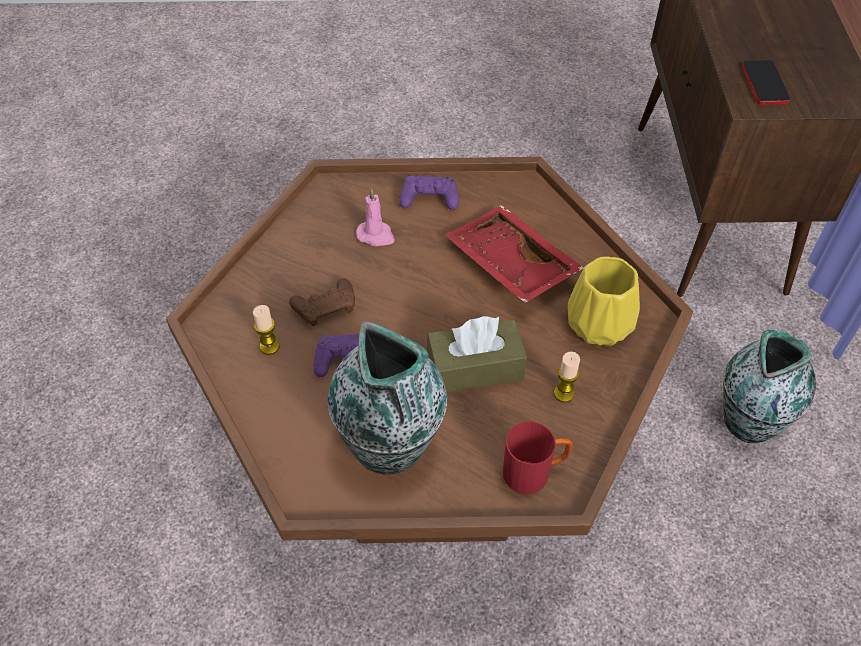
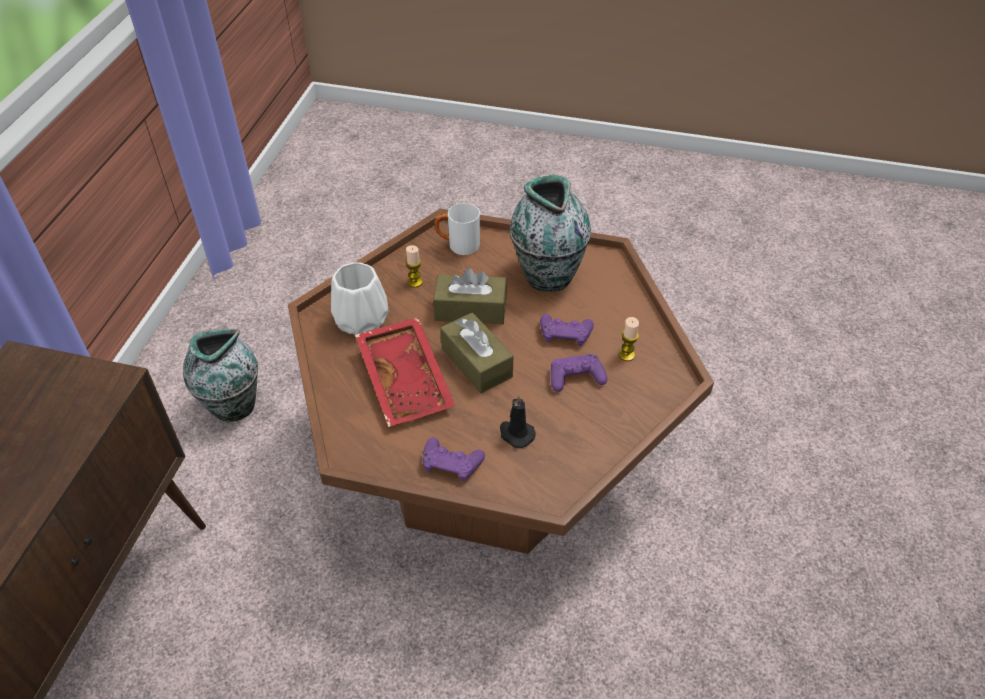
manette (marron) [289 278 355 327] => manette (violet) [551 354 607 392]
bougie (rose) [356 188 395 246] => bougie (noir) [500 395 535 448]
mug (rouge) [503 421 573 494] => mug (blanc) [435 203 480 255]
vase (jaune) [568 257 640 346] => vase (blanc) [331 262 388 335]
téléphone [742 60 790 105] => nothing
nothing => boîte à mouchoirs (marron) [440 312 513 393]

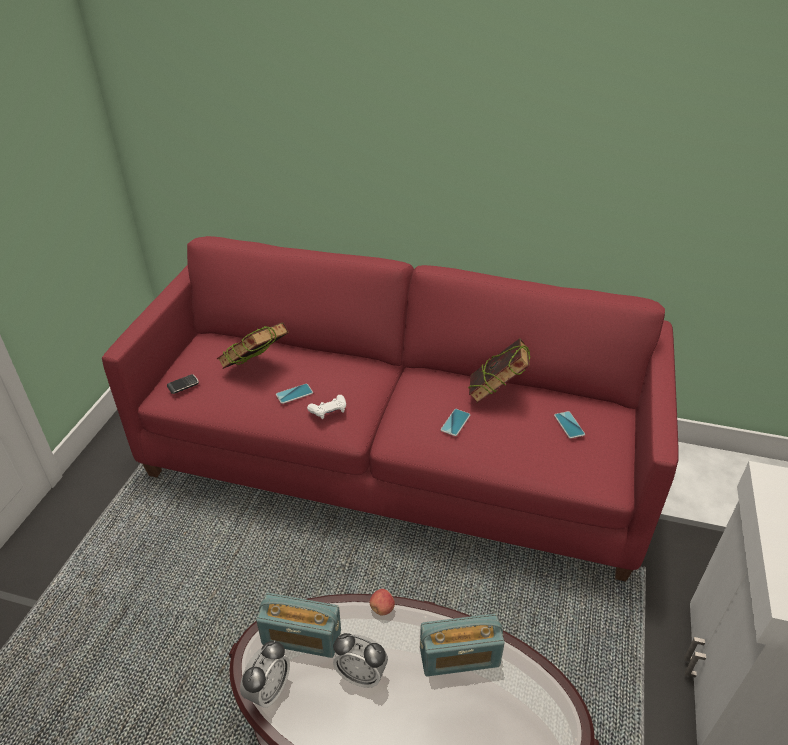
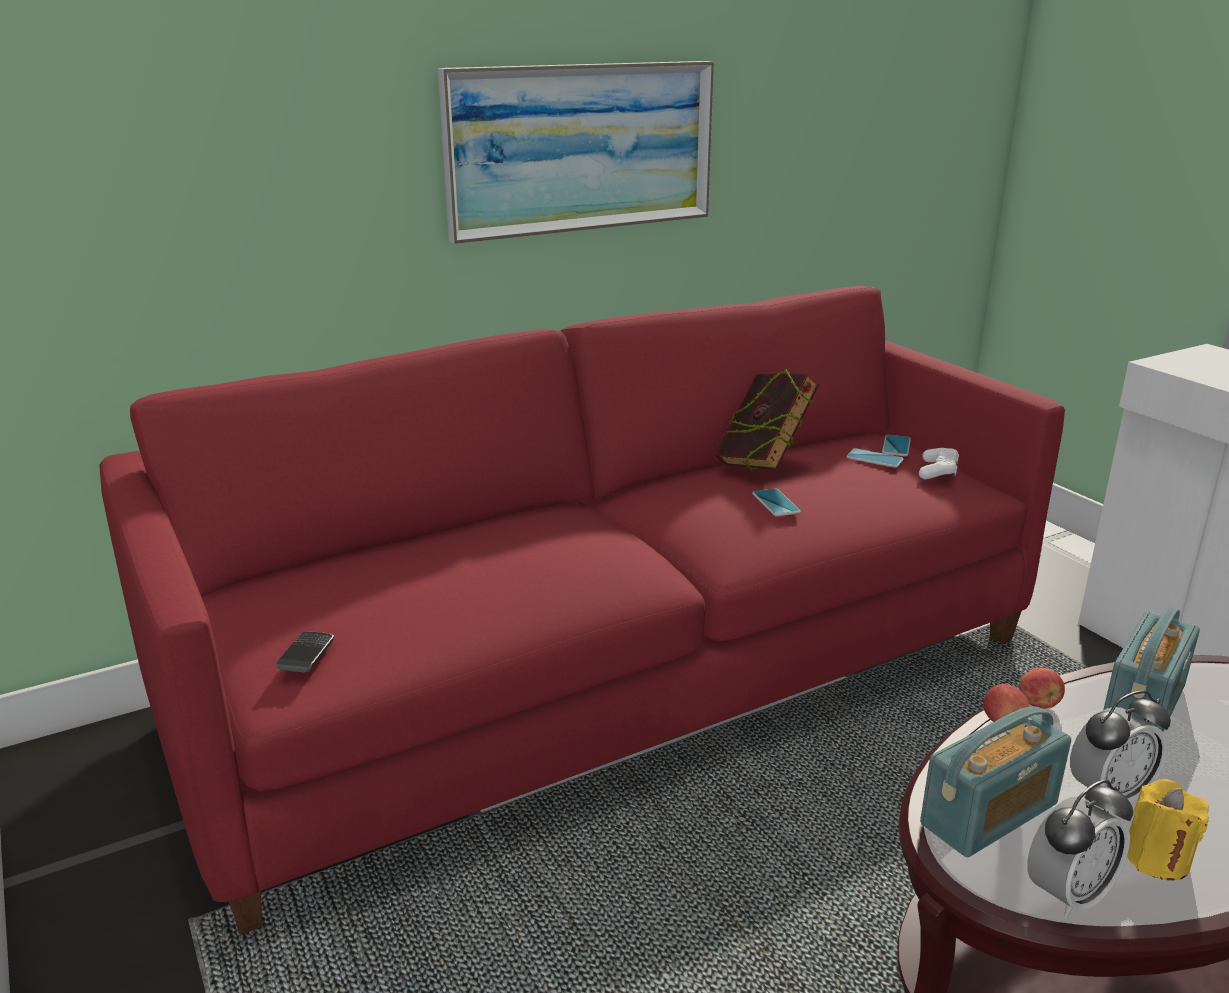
livre [217 322 289 369] => nothing
réveil [240 640 290 708] => réveil [1027 780 1133 919], 75 degrees clockwise
téléphone [276 384 313 404] => téléphone [882 435 911 456], move
manette (blanc) [307 395 346 419] => manette (blanc) [919 448 959 479], move
nothing => tableau [438 61 714 244]
nothing => pomme [1019 668 1065 709]
nothing => bougie (jaune) [1127 779 1209 880]

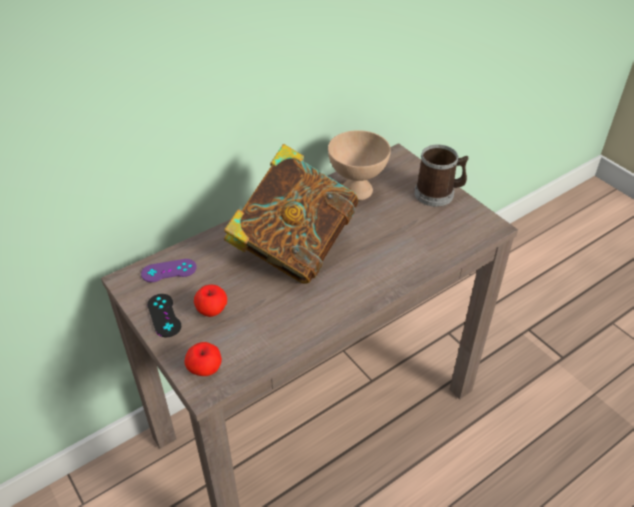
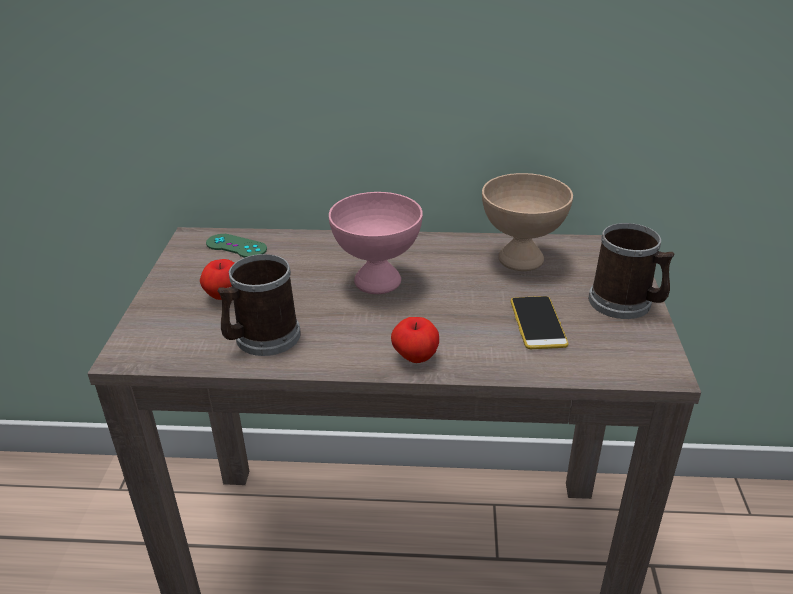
manette (violet) [141 259 197 282] => manette (vert) [206 234 267 258]
manette (noir) [147 294 181 337] => nothing
pomme [184 342 222 376] => pomme [391 317 439 363], move
livre [224 144 358 284] => bol (rose) [329 192 423 294]
nothing => mug [217 254 301 356]
nothing => téléphone [510 296 569 349]

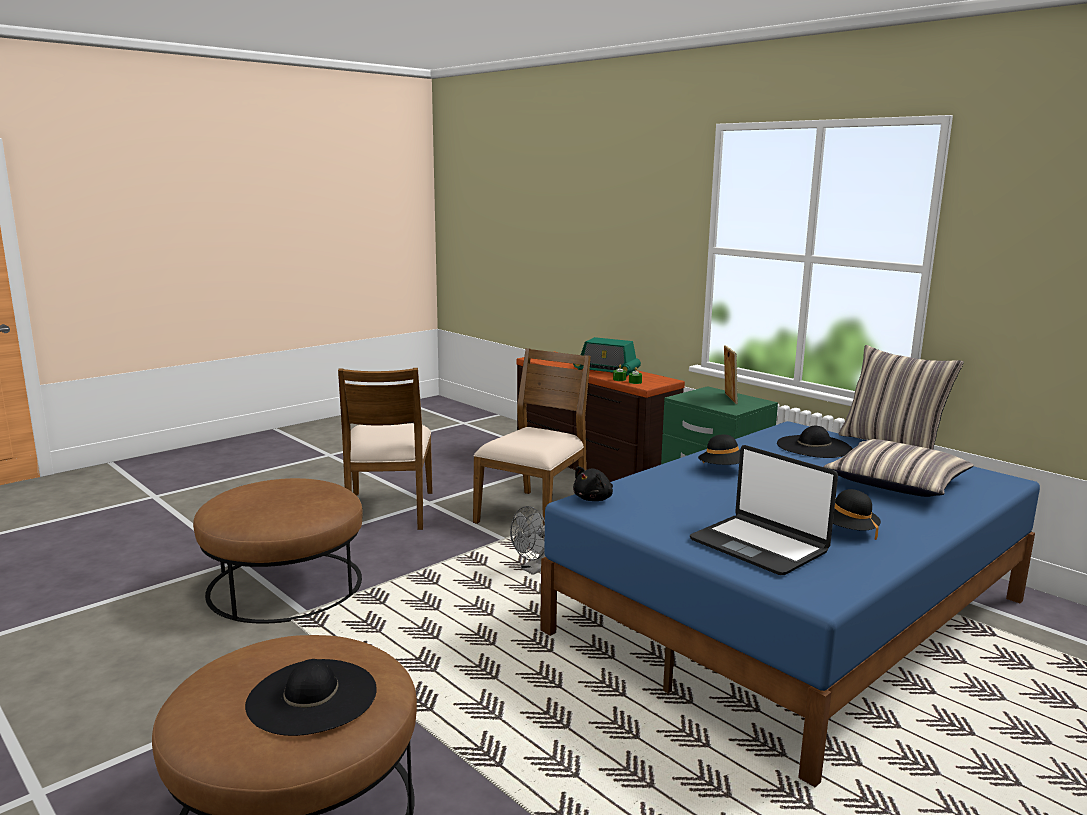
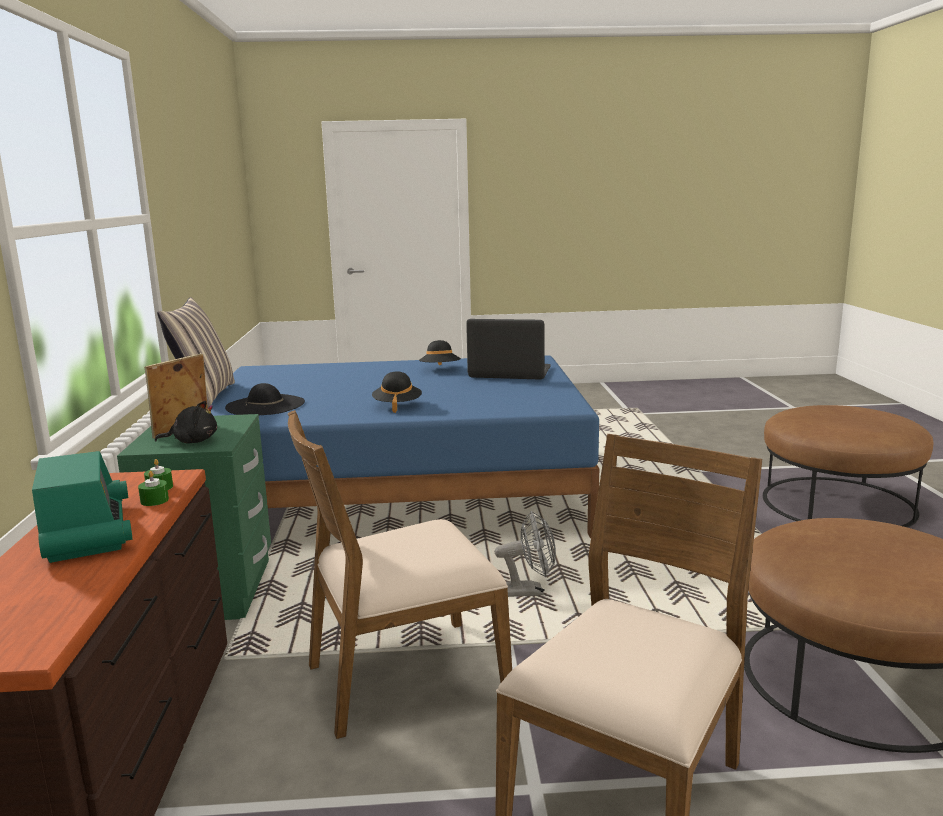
chapeau (noir) [245 659 377 736] => nothing
peluche (noir) [573 466 613 501] => peluche (noir) [155 401 217 444], move
ordinateur portable [690 445 838 575] => ordinateur portable [466 319 551 380], 75 degrees counterclockwise
coussin [823 439 974 497] => nothing

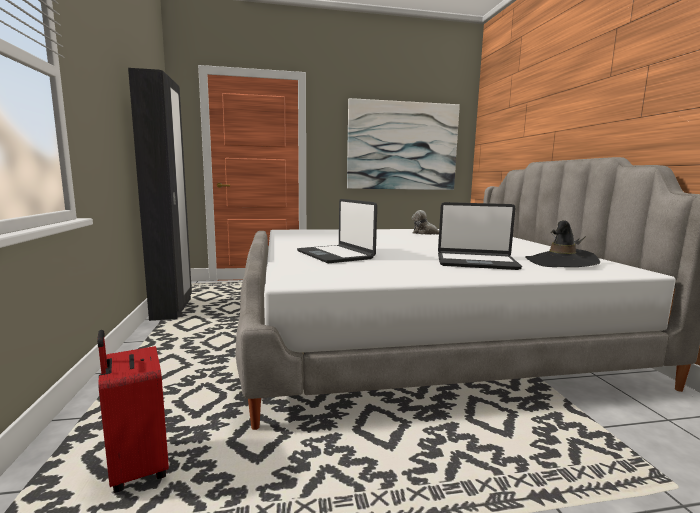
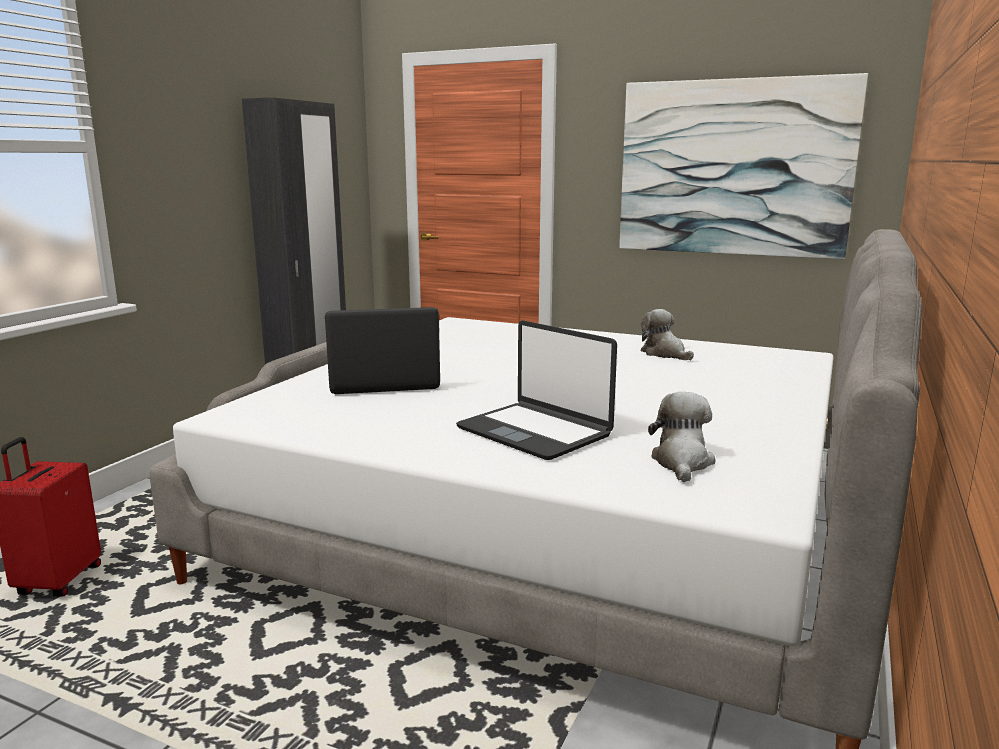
ordinateur portable [297 199 377 263] => ordinateur portable [325 307 440 394], 75 degrees clockwise
chapeau (noir) [525 220 600 267] => peluche [648 392 716 482]

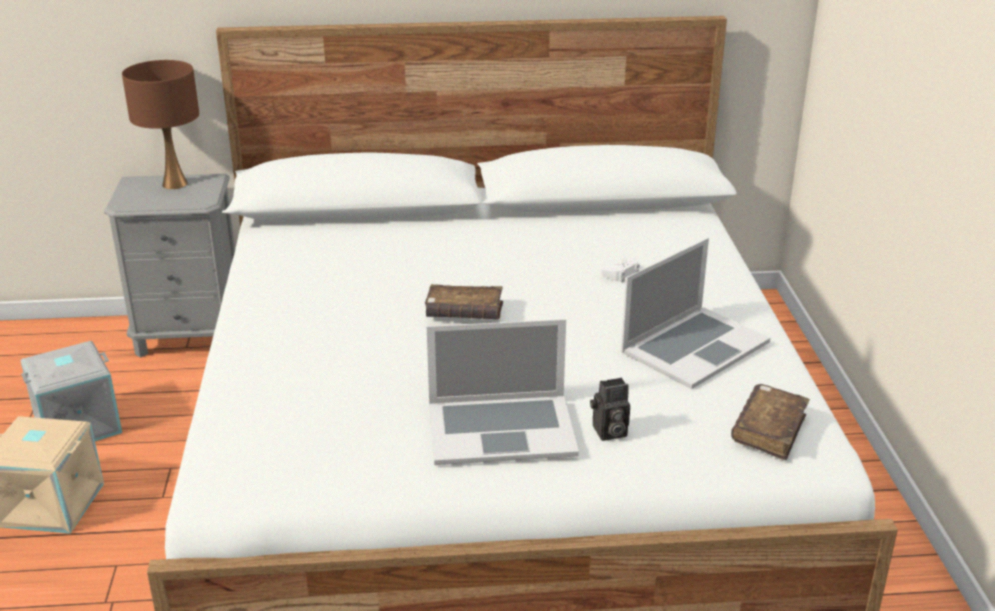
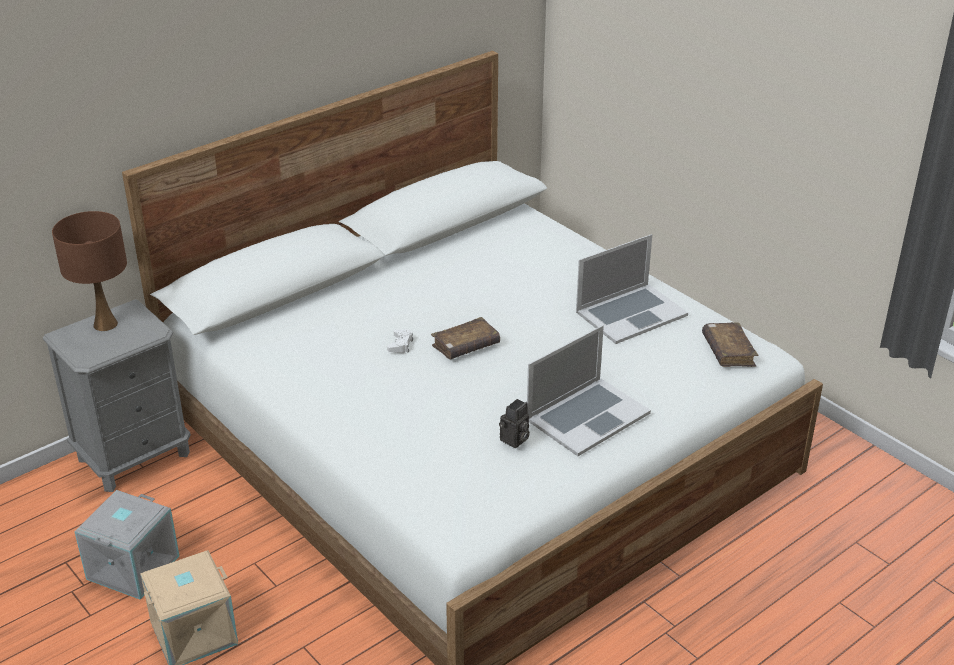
appareil photo [590 378 630 441] => appareil photo [499 399 530 448], move
manette (blanc) [601 257 640 282] => manette (blanc) [387 329 413 353], move
ordinateur portable [621 238 770 389] => ordinateur portable [576 234 688 344], 45 degrees clockwise

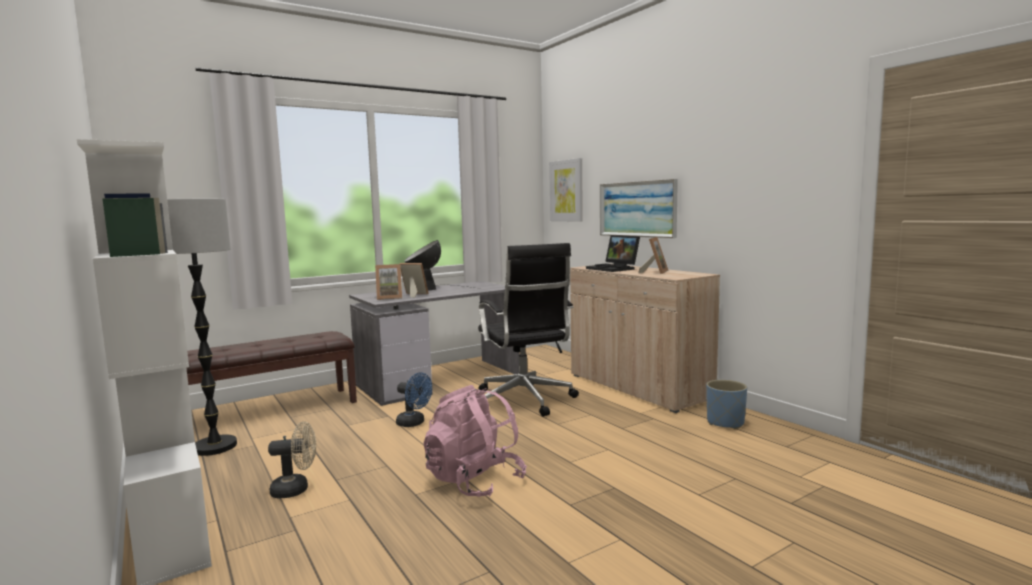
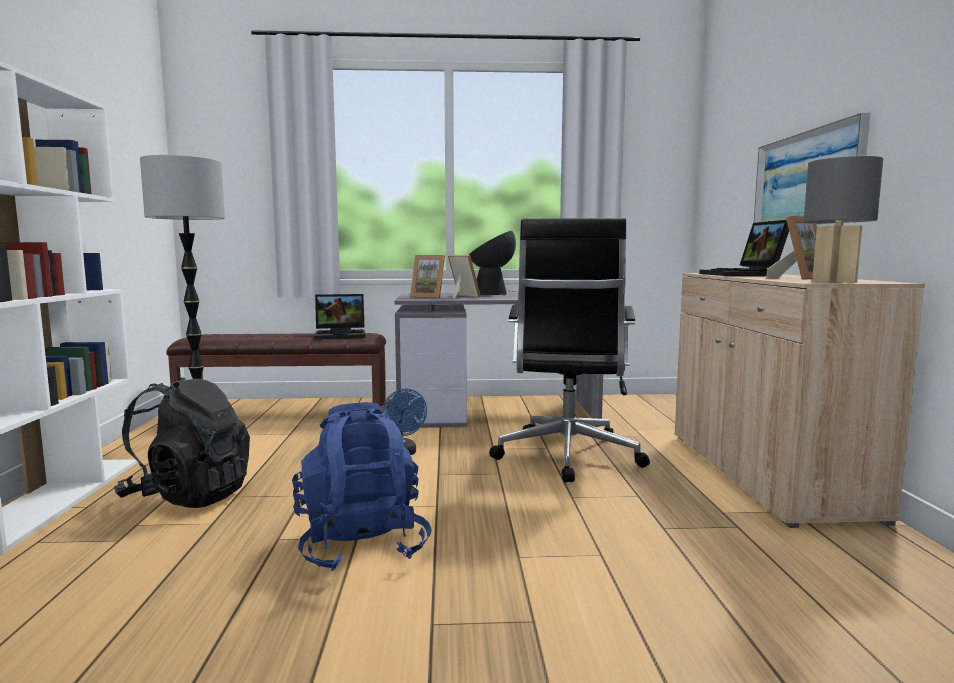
ventilateur (beige) [268 422 316 499] => sac à dos (noir) [114 377 250 508]
sac à dos (rose) [423 385 527 497] => sac à dos (bleu) [292 402 432 571]
tableau [549 158 583 222] => nothing
cache-pot (bleu) [706 380 747 429] => nothing
nothing => ordinateur portable [314 294 365 339]
nothing => lampe de table (gris) [804 156 883 283]

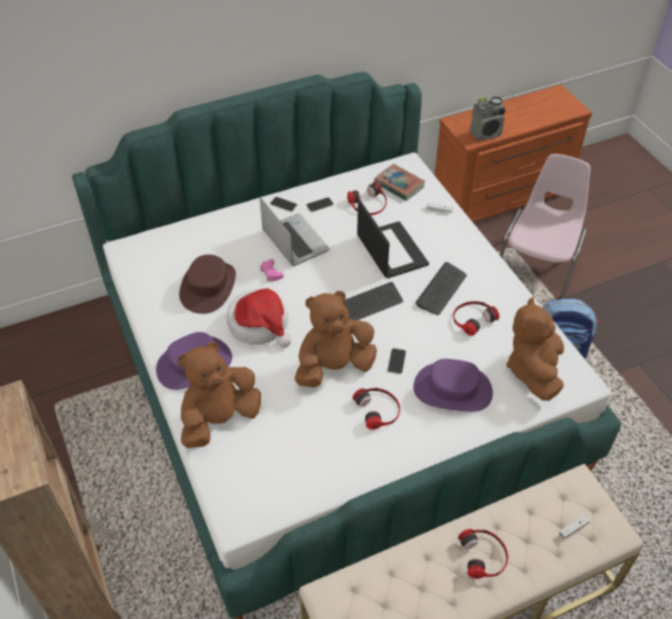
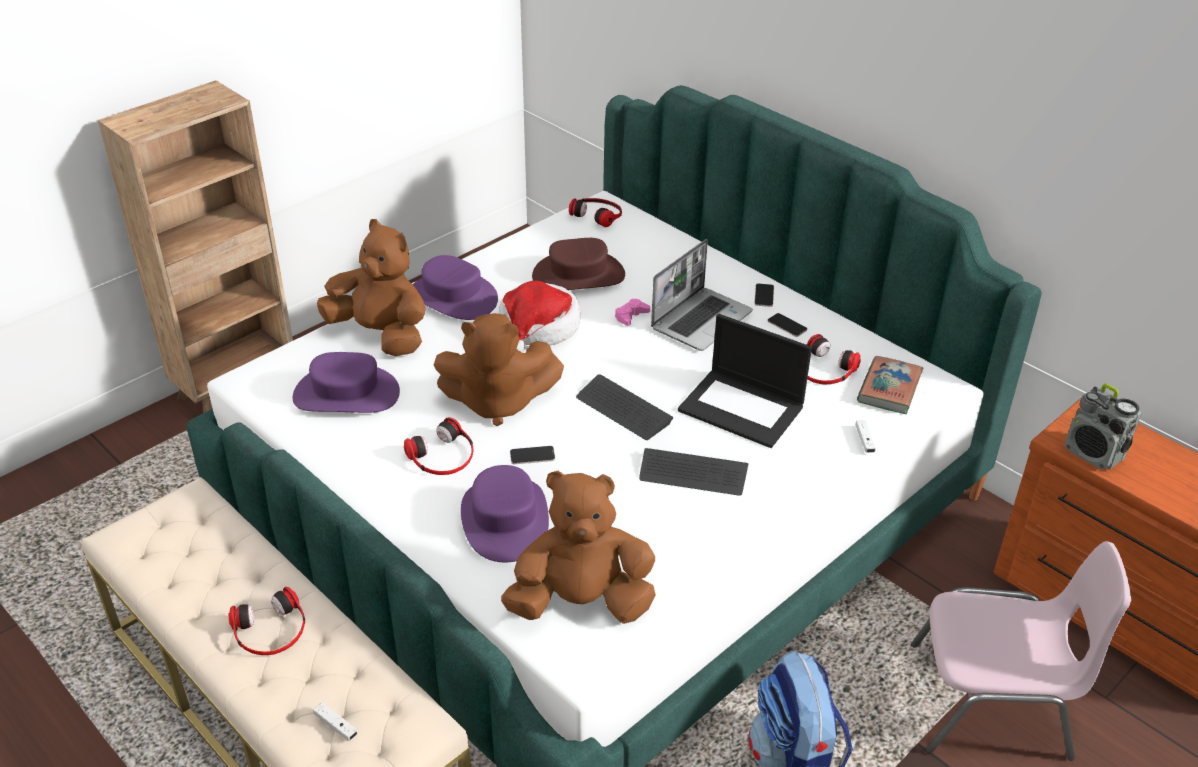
peluche (marron) [294 291 377 387] => peluche (marron) [433 313 564 426], 135 degrees clockwise
ordinateur portable [357 200 429 279] => ordinateur portable [678 314 812 448], 75 degrees clockwise
casque audio [453 301 499 336] => casque audio [569 198 622 227], move
nothing => chapeau (violet) [293 352 400 413]

